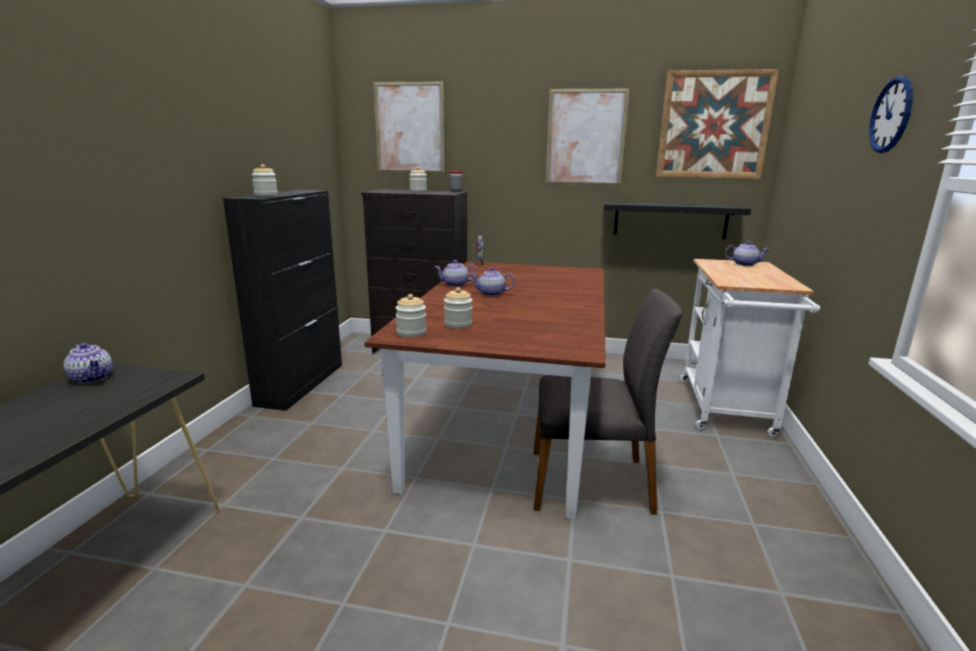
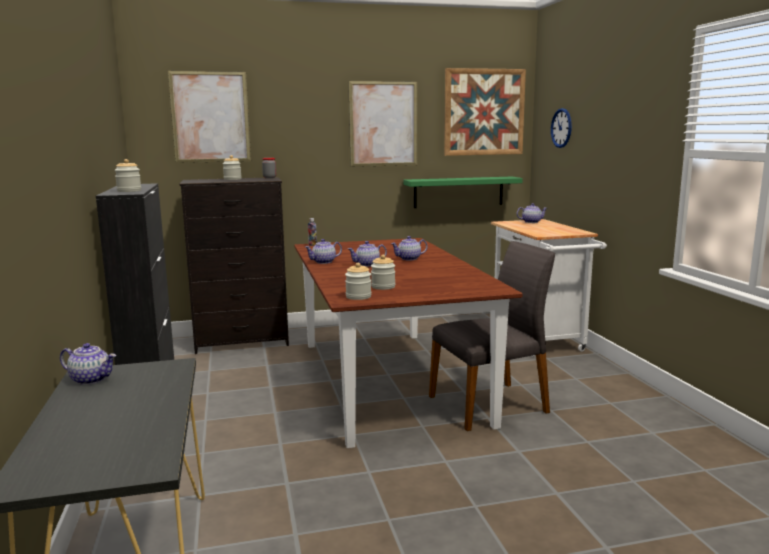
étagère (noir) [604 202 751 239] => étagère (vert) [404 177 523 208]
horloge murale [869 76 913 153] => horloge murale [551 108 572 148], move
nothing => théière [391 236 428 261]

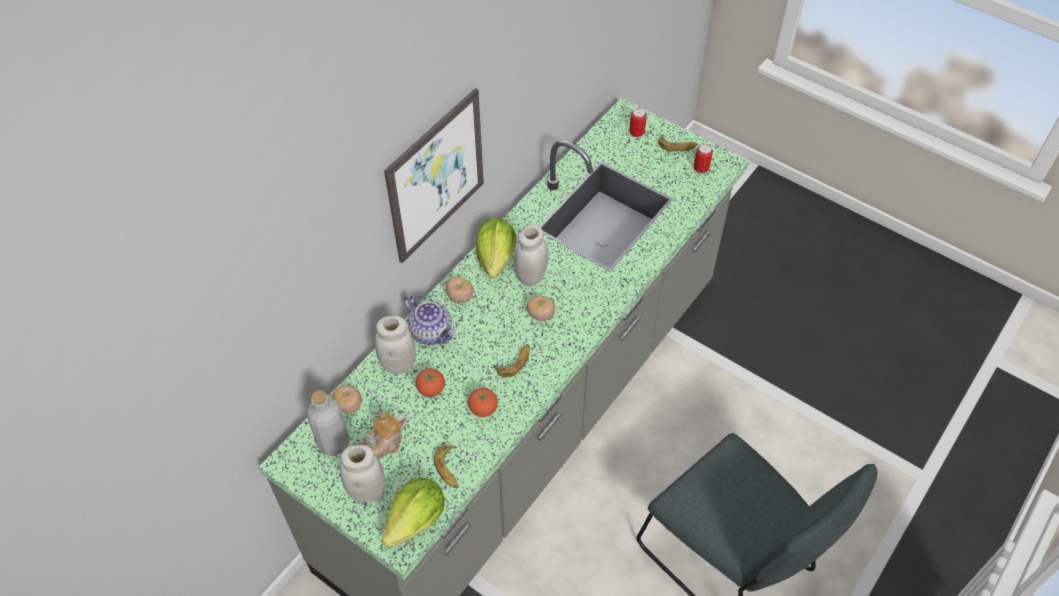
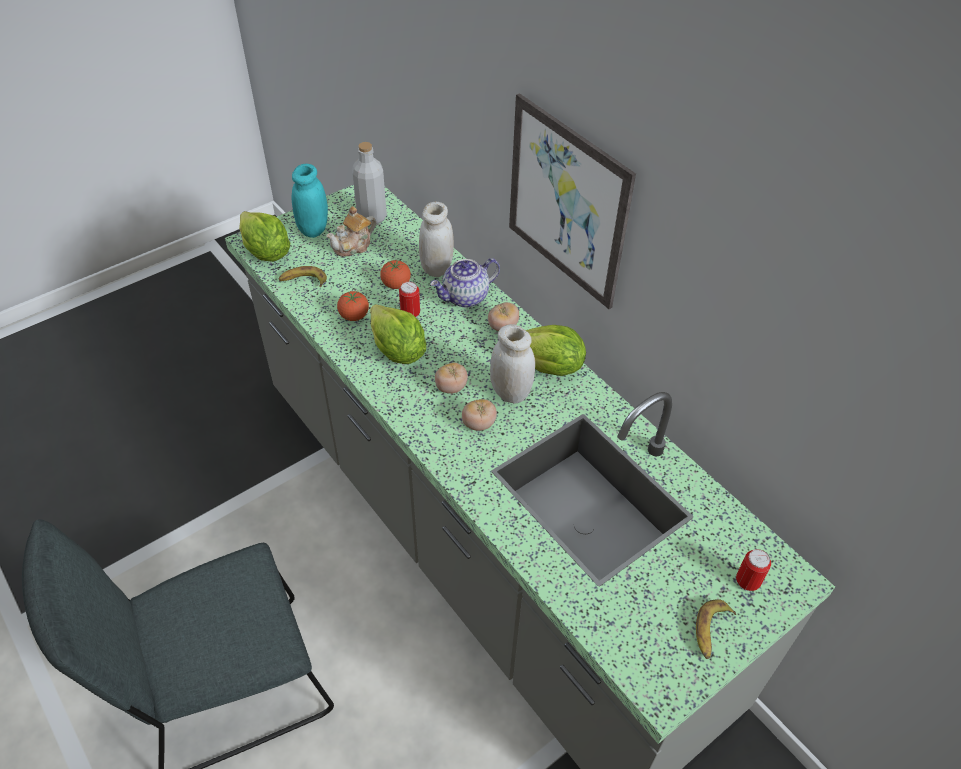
tomate [332 386 362 413] => tomate [462 399 497 431], move
bocal (blanc) [340 445 385 503] => bocal (turquoise) [292 164 328 238]
théière [356 412 407 459] => théière [326 206 376 257], 105 degrees counterclockwise
banane [494 344 530 377] => laitue [370 304 426 364]
boîte métallique [694 144 713 174] => boîte métallique [399 282 420 318], move

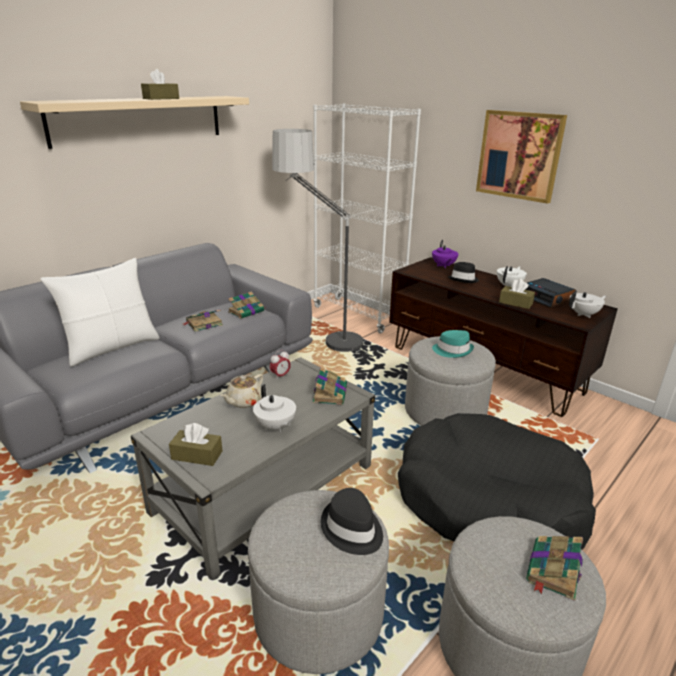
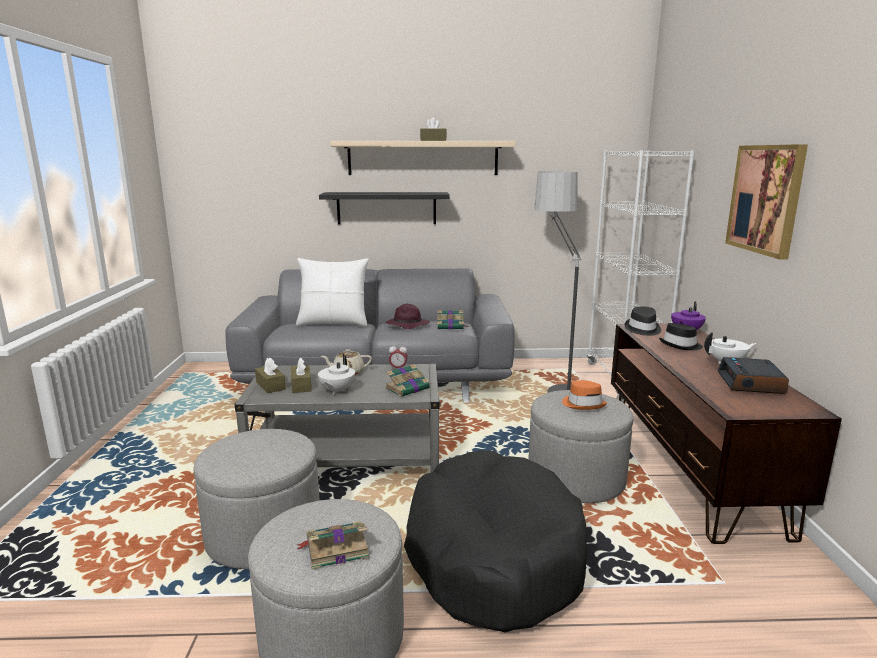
livre [184 309 223 332] => chapeau (violet) [385 304 430 329]
chapeau (noir) [321 488 383 555] => chapeau (noir) [625 307 661 336], move
chapeau (turquoise) [432 330 474 358] => chapeau (orange) [562 380 607 410]
boîte à mouchoirs (marron) [499 279 535 309] => boîte à mouchoirs (marron) [291 358 312 393], move
théière (blanc) [569 291 606 318] => nothing
nothing => étagère (noir) [319 192 450 225]

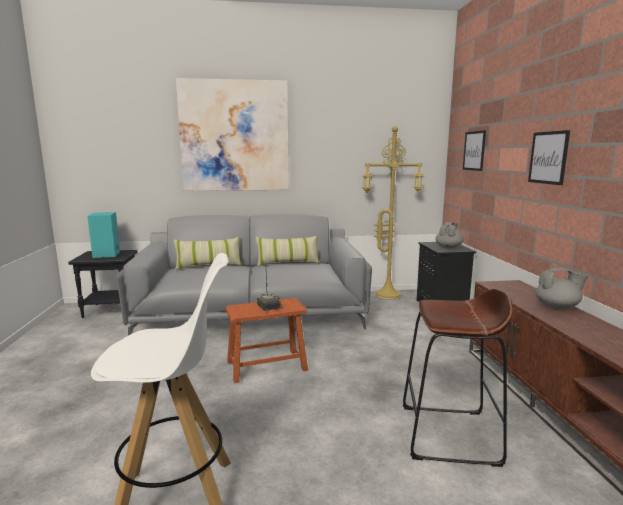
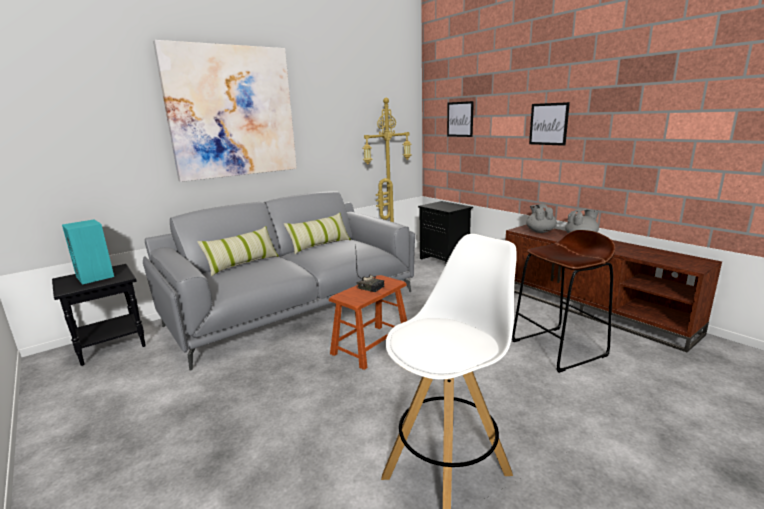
théière (gris) [435 222 464 249] => théière (gris) [526 204 557 233], move

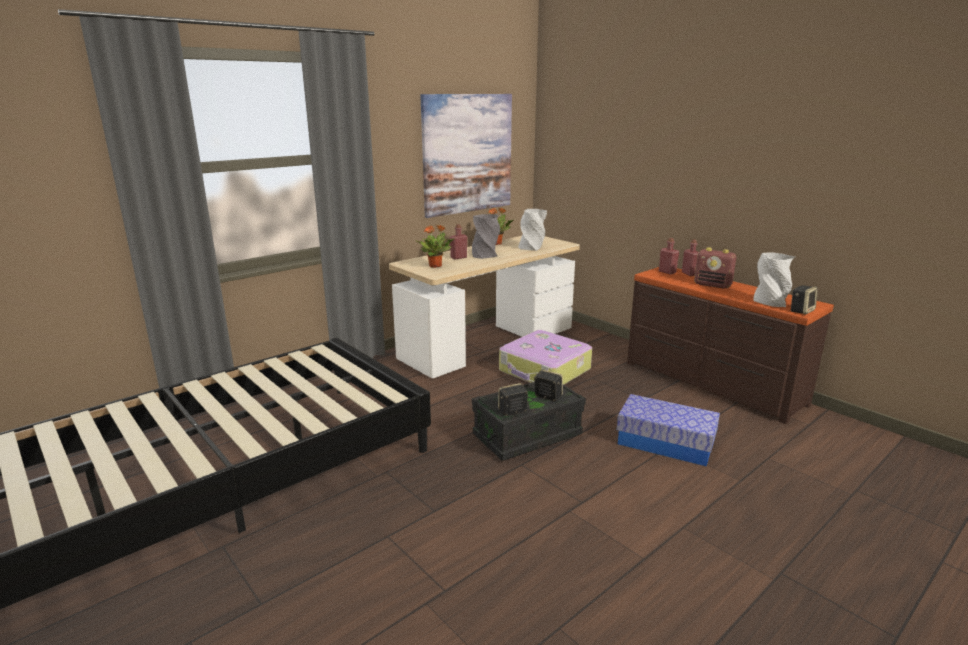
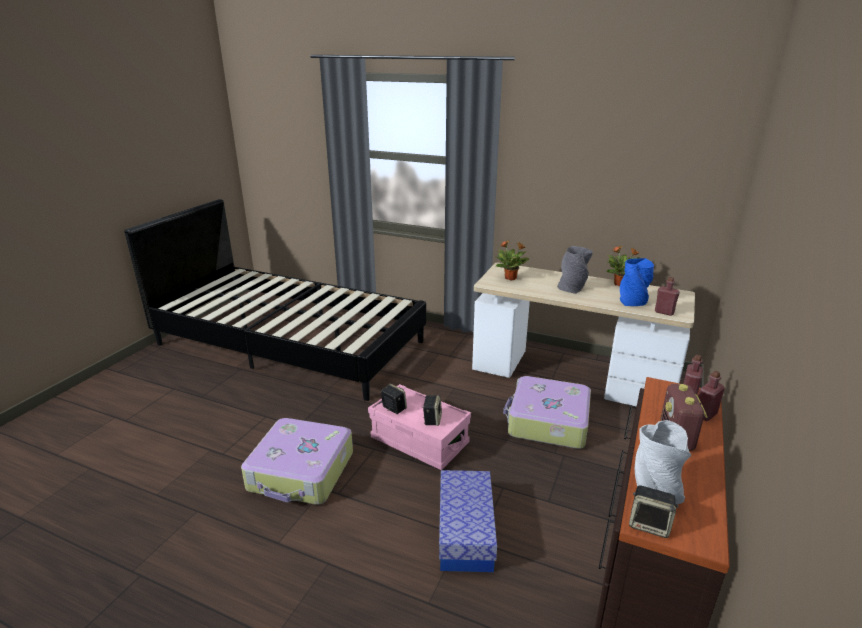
tableau [420 94 512 218] => nothing
bouteille (rouge) [450 224 467 260] => bouteille (rouge) [655 277 680 316], move
boîte de rangement (noir) [472 382 586 461] => boîte de rangement (rose) [368 384 471 470]
vase (gris) [518 209 547 251] => vase (bleu) [620 258 654 306]
nothing => valise [241 418 353 505]

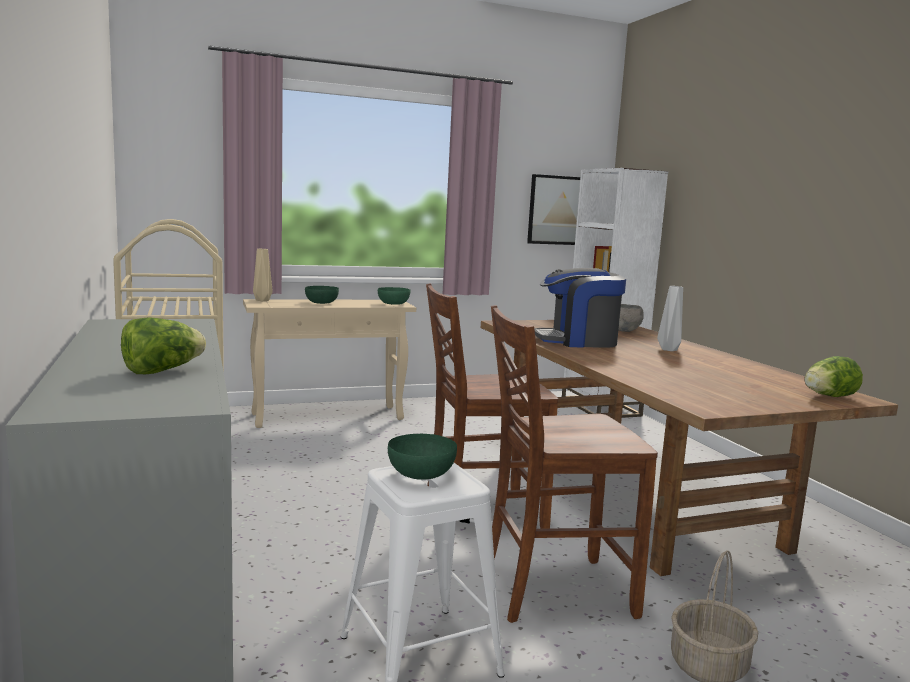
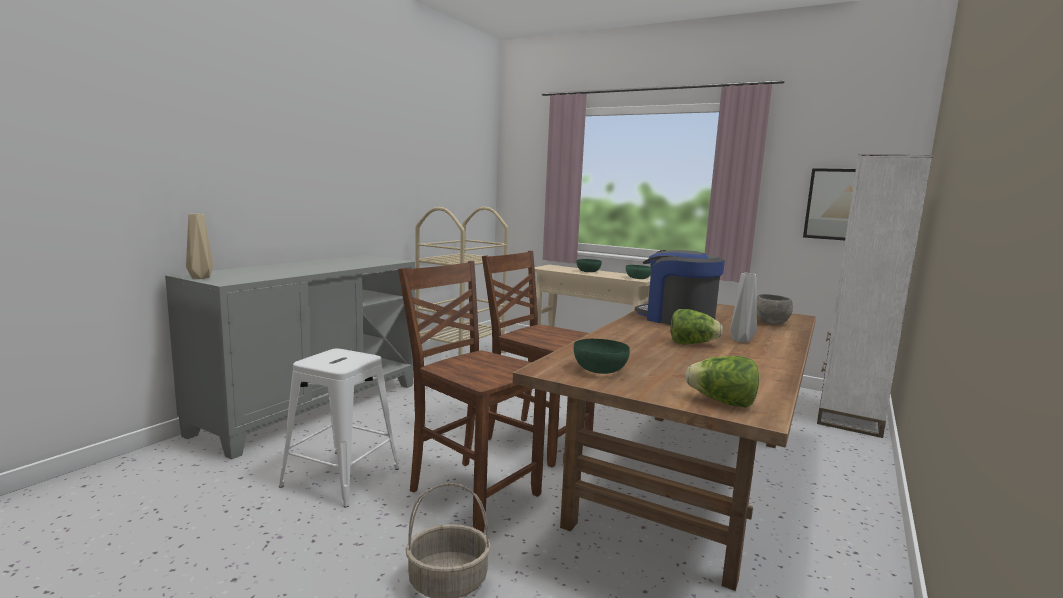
laitue [121 317 206 374] => laitue [670 309 723 344], move
vase (beige) [253 249 273 301] => vase (beige) [186 214 213 279], move
bol (vert) [388 434 457 480] => bol (vert) [574 339 630 374], move

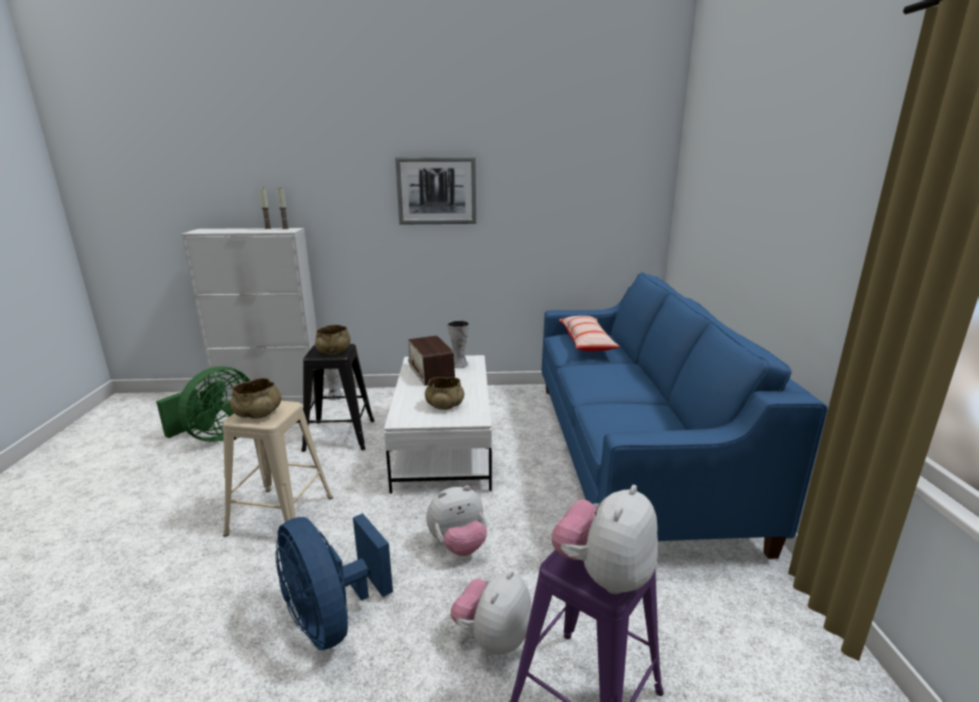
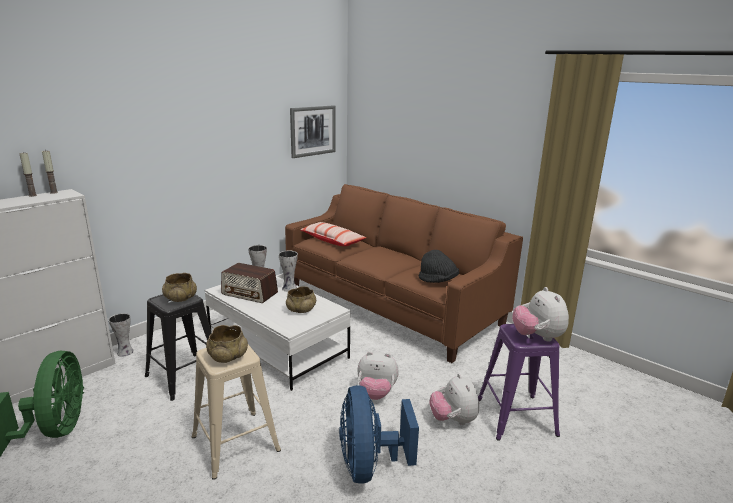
ventilateur (bleu) [275 513 393 651] => ventilateur (bleu) [339 385 419 484], 75 degrees clockwise
tableau [395 157 476 224] => tableau [290 105 336 158], move
peluche [426 485 487 556] => peluche [358 352 399 400], 75 degrees clockwise
canapé (bleu) [542 272 828 559] => canapé (marron) [285 184 523 363]
nothing => vase [279 251 298 292]
nothing => chapeau (noir) [419 250 459 283]

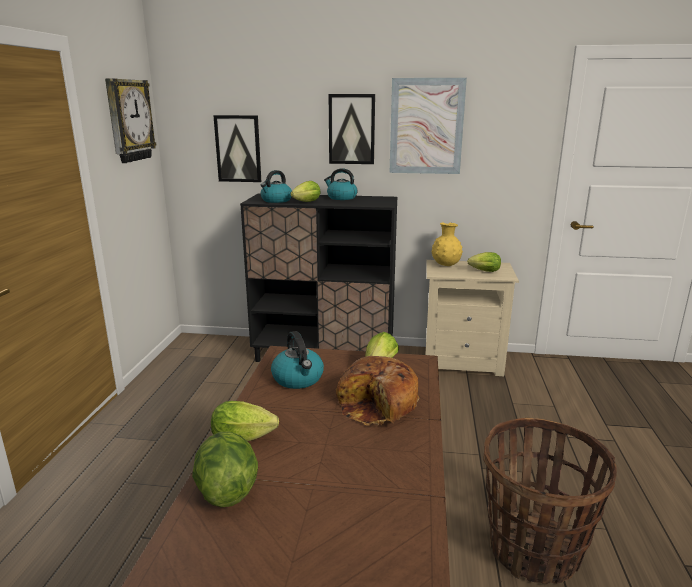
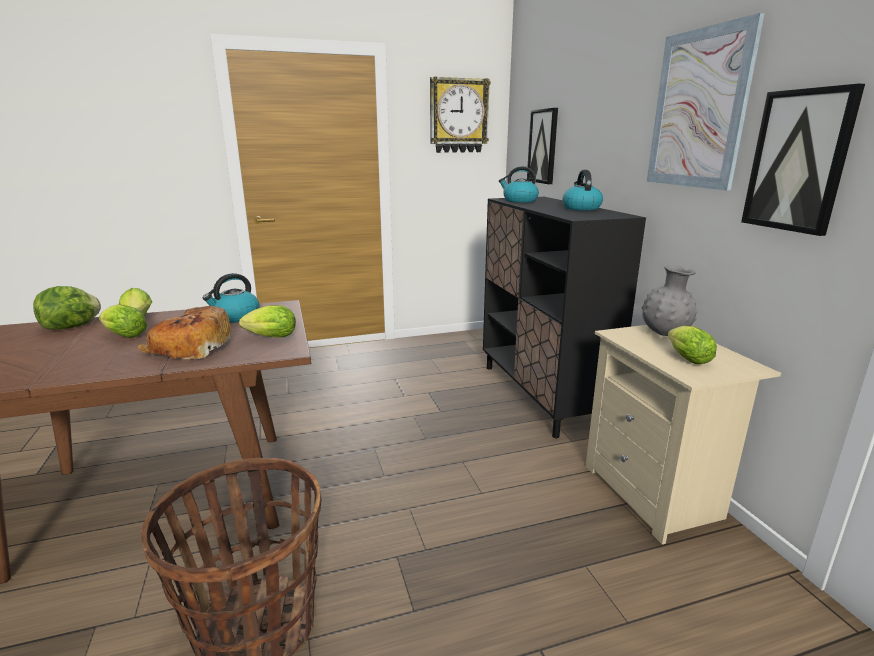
laitue [290 181 321 202] => laitue [99 304 147 338], move
tableau [329 94 375 164] => tableau [741 84 865 236], move
vase (jaune) [432 222 463 266] => vase (gris) [641 265 698 336]

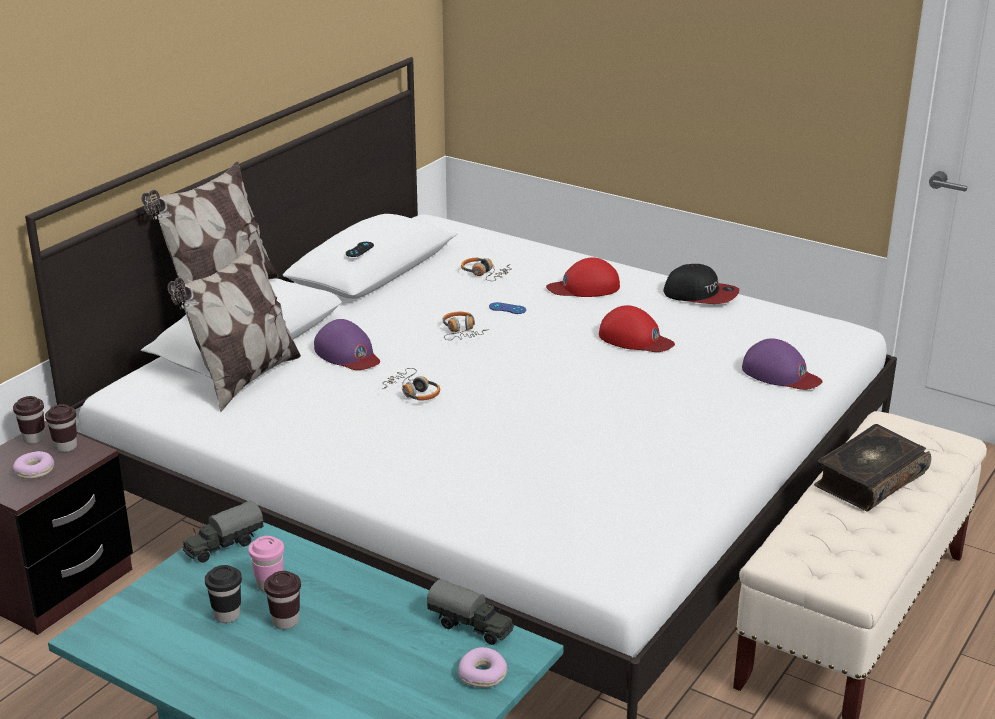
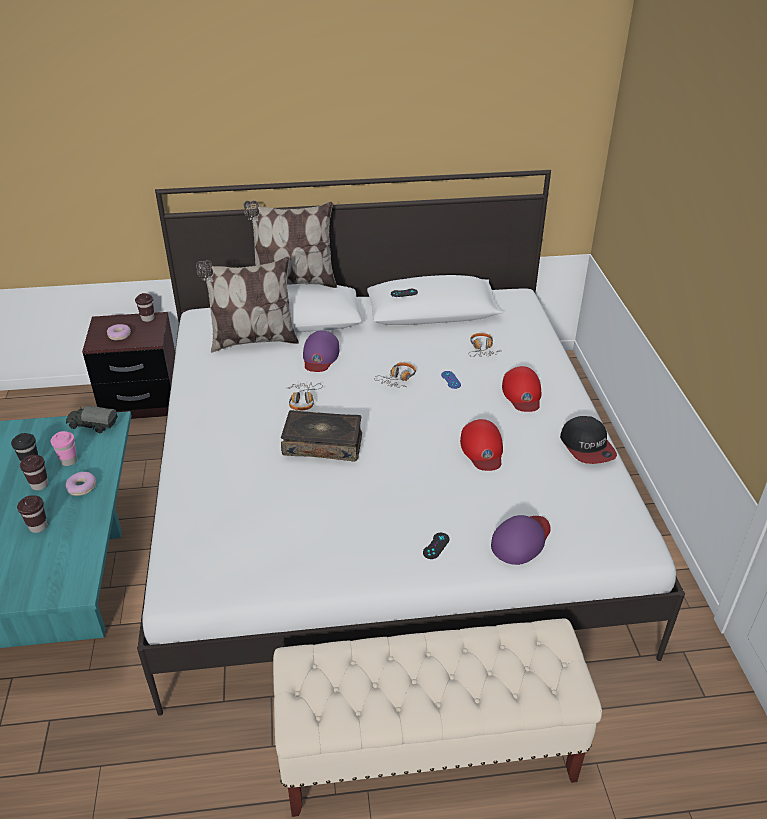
tasse (marron) [45 404 77 452] => tasse (marron) [17 495 47 533], move
camion jouet [427 579 514 645] => nothing
beignet [458 647 508 687] => beignet [65 472 96 496], move
casquette (rouge) [546 258 620 297] => casquette (rouge) [502 366 541 412], 135 degrees counterclockwise
casquette (violet) [742 338 823 390] => casquette (violet) [491 515 551 565], 135 degrees counterclockwise
livre [814 424 931 511] => livre [281 410 362 461], move
nothing => manette (noir) [423 533 450 559]

